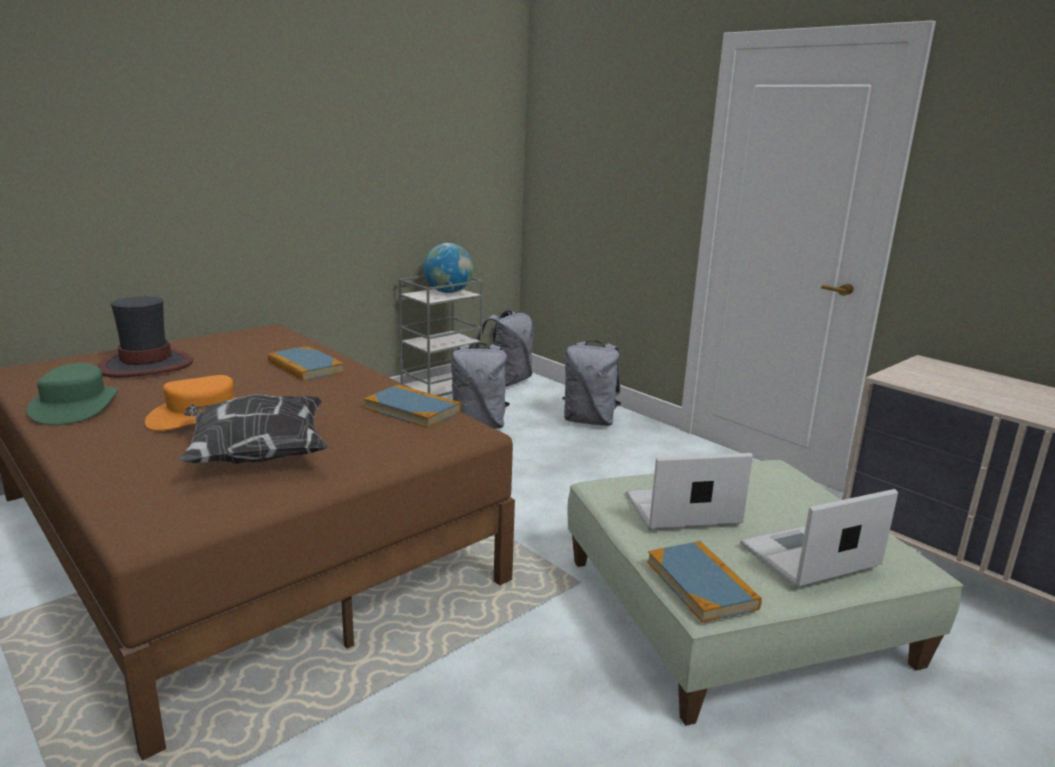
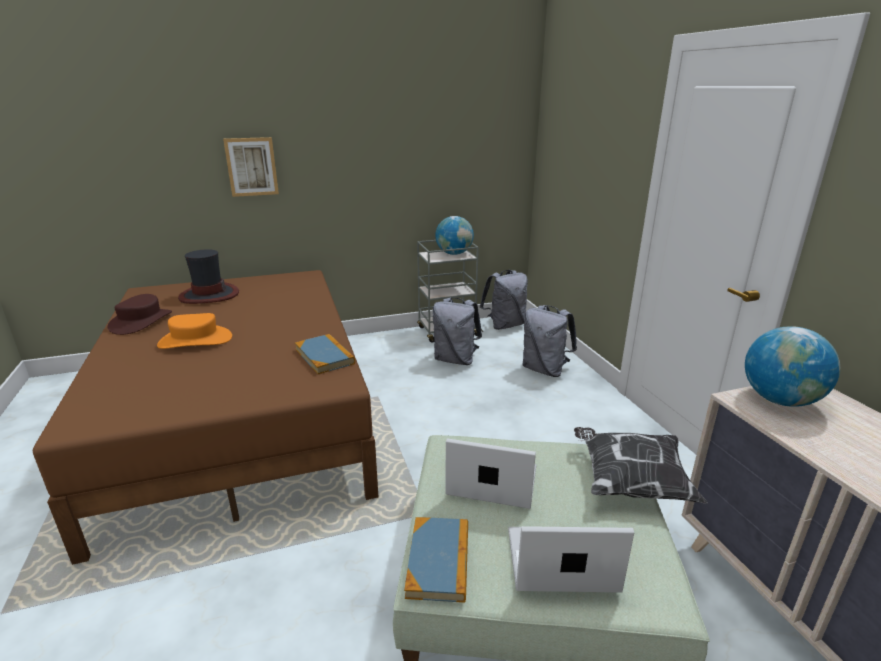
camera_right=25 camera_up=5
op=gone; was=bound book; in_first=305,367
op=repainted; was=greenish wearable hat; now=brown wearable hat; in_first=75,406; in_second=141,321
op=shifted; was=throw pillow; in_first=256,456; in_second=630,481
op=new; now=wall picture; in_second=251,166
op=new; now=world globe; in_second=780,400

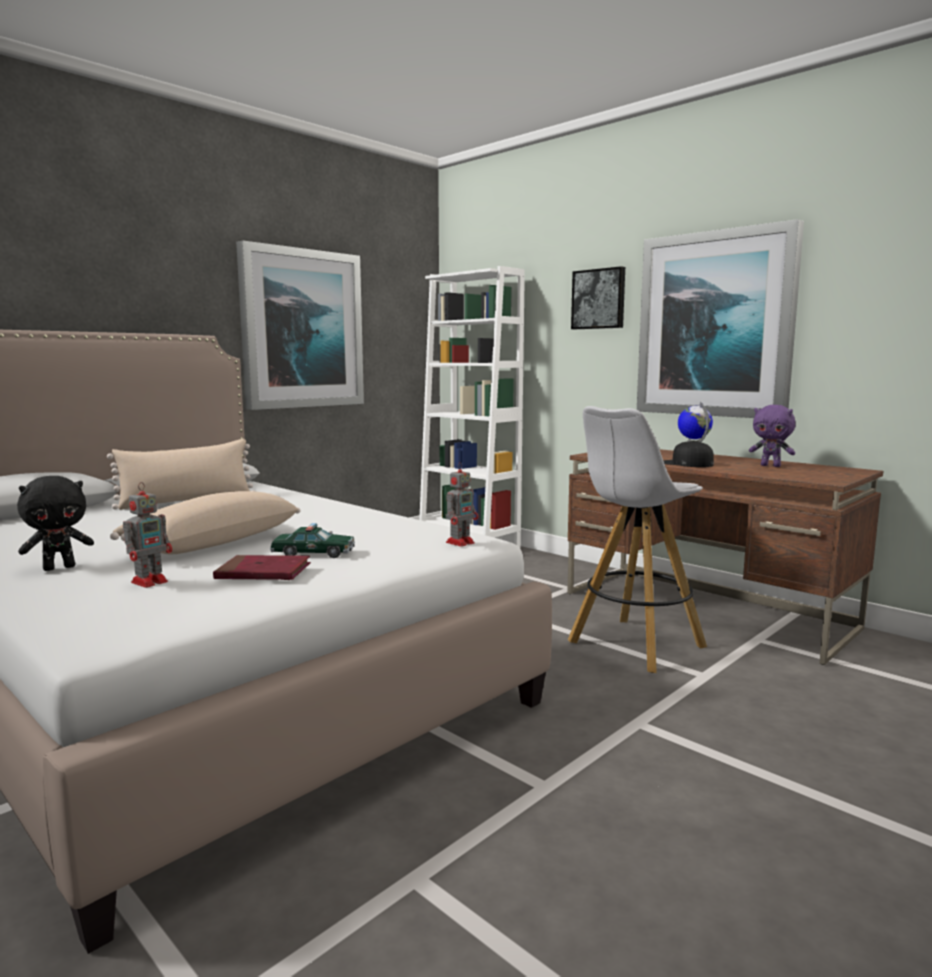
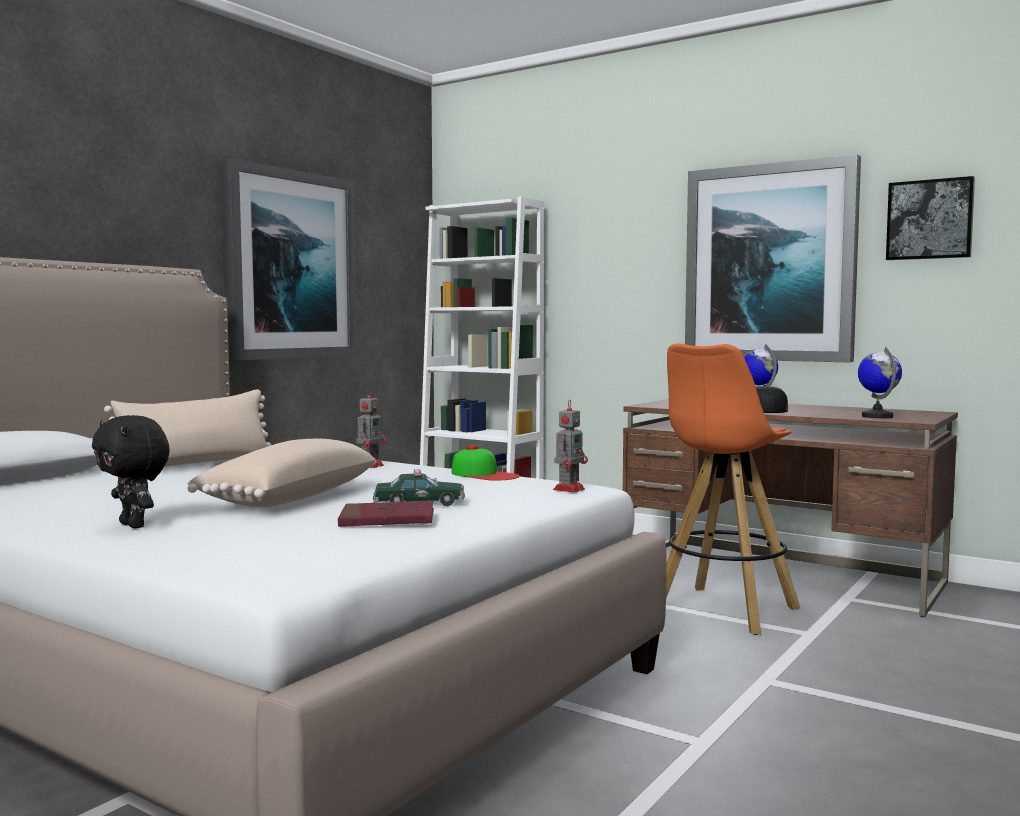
camera_right=-10 camera_up=-5
op=shifted; was=wall picture; in_first=599,299; in_second=930,219
op=gone; was=purple-coloured plush toy; in_first=771,466
op=repainted; was=white-coloured sitting stool; now=orange-coloured sitting stool; in_first=634,645; in_second=723,611
op=rotated; was=black plush toy; in_first=59,567; in_second=134,525; clockwise=90
op=shifted; was=toy robot; in_first=151,581; in_second=370,465
op=new; now=world globe; in_second=877,416
op=new; now=peaked cap; in_second=484,474

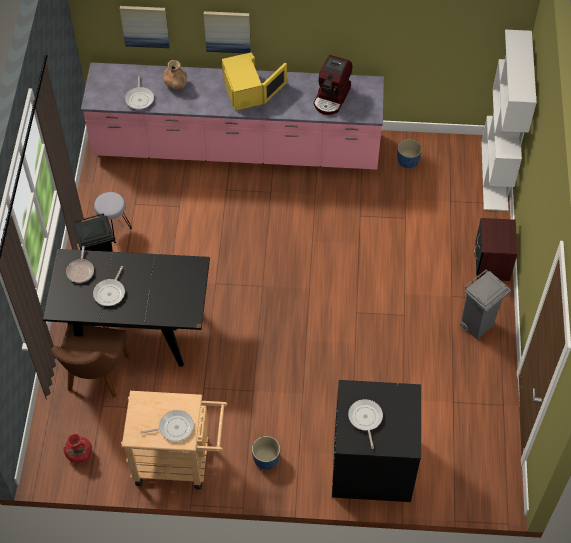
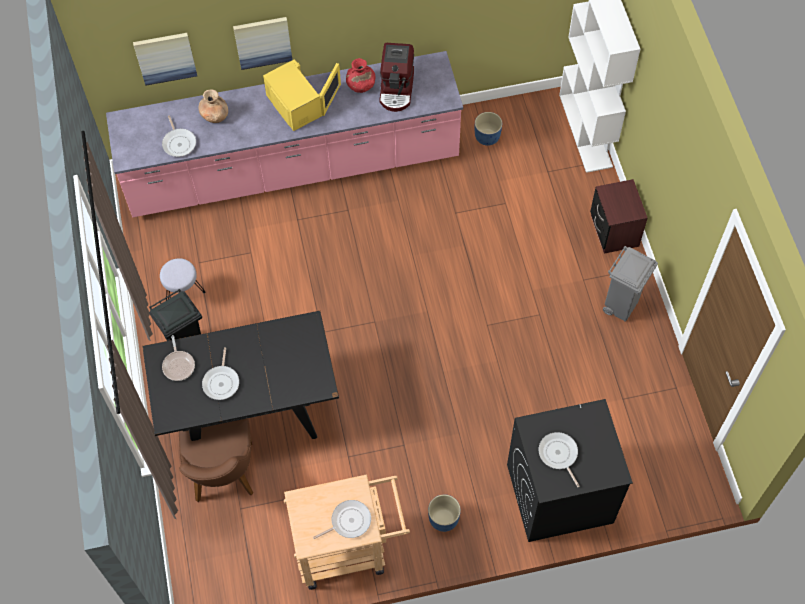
camera_right=-15 camera_up=5
op=shifted; was=red-coloured flower vase; in_first=79,454; in_second=361,86

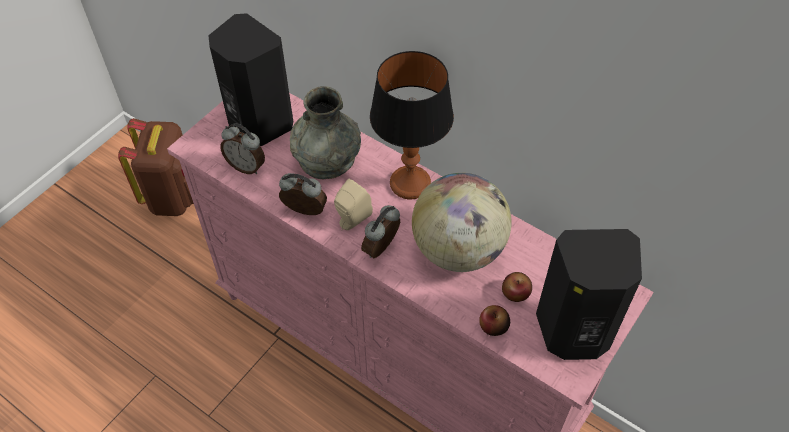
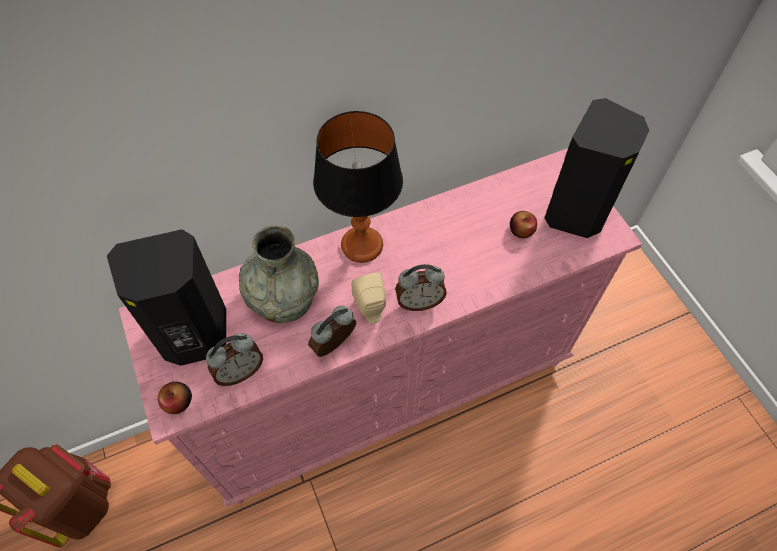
camera_right=-60 camera_up=5
op=gone; was=world globe; in_first=458,249
op=rotated; was=table clock; in_first=382,249; in_second=419,302; clockwise=-75
op=shifted; was=whole apple; in_first=493,326; in_second=178,402

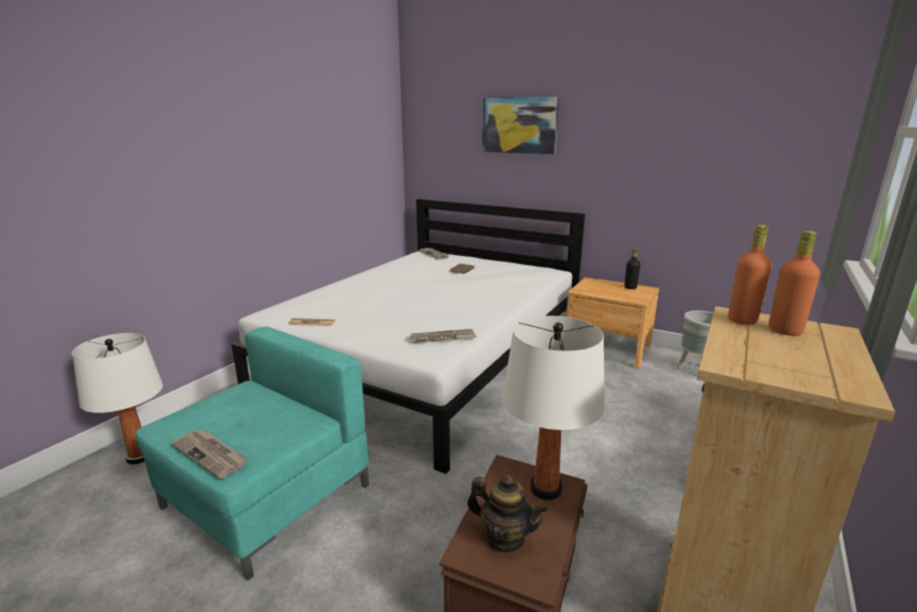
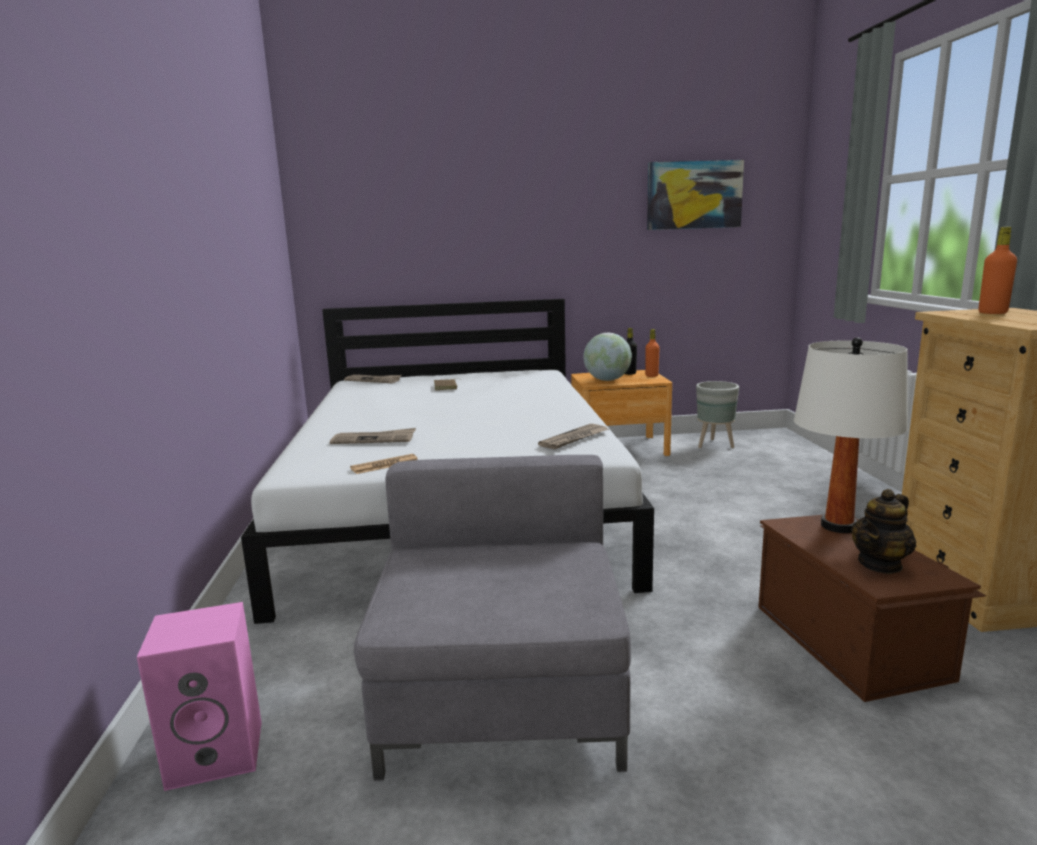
camera_right=-35 camera_up=-5
op=shifted; was=wall picture; in_first=519,125; in_second=694,195
op=shifted; was=orange-coloured beverage bottle; in_first=742,320; in_second=651,375
op=repainted; was=turquoise lounge chair; now=gray lounge chair; in_first=265,497; in_second=500,698
op=swapped; was=white-coloured table lamp; now=pinkish audio speaker; in_first=139,457; in_second=218,752
op=shifted; was=printed paper; in_first=211,454; in_second=374,439
op=rotated; was=teapot; in_first=505,538; in_second=880,564; clockwise=150
op=new; now=world globe; in_second=607,380

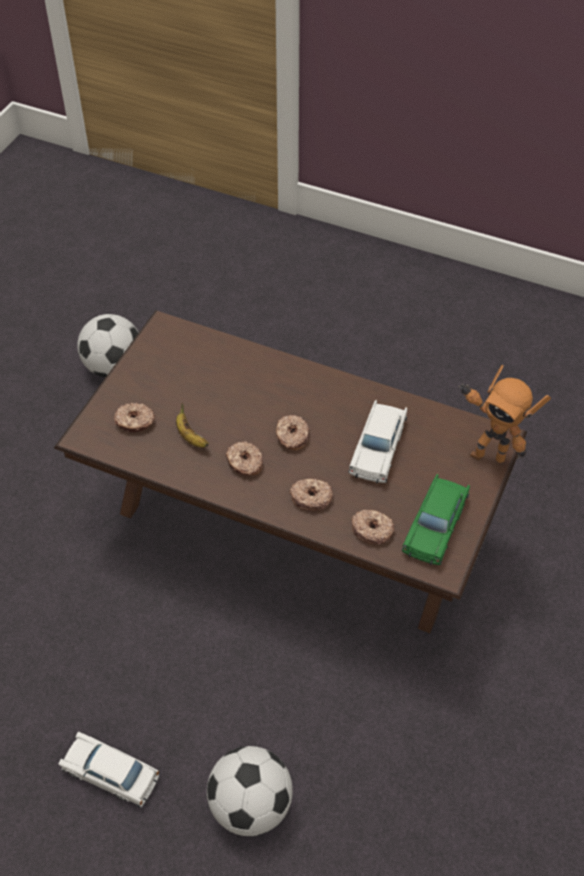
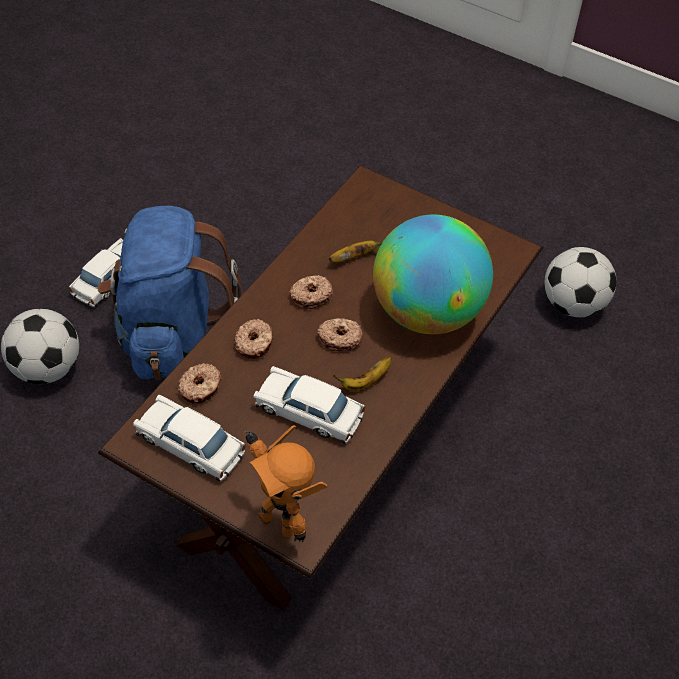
camera_right=95 camera_up=0
op=rotated; was=toy robot; in_first=488,454; in_second=279,520; clockwise=-75
op=gone; was=doughnut; in_first=135,422
op=repainted; was=greenish model car; now=white-coloured model car; in_first=436,526; in_second=190,445
op=new; now=blue knapsack; in_second=171,335
op=new; now=world globe; in_second=427,313
op=new; now=banana; in_second=365,382

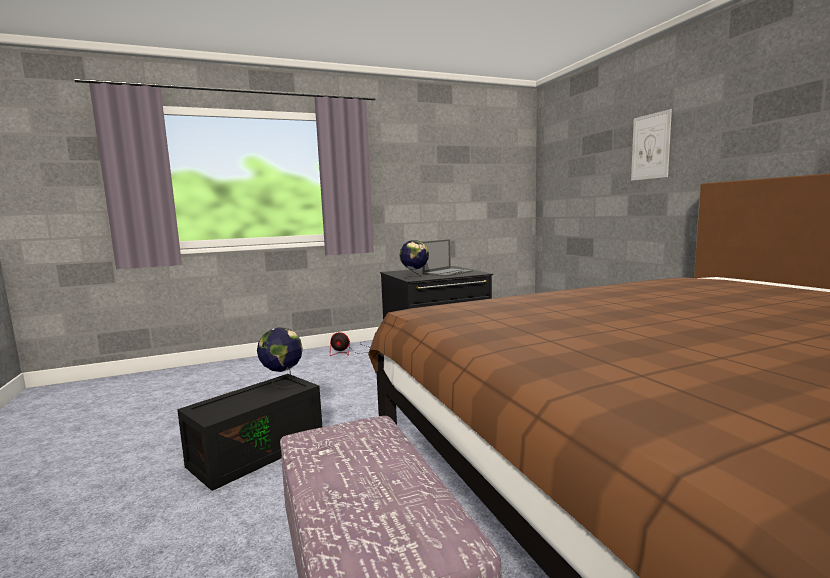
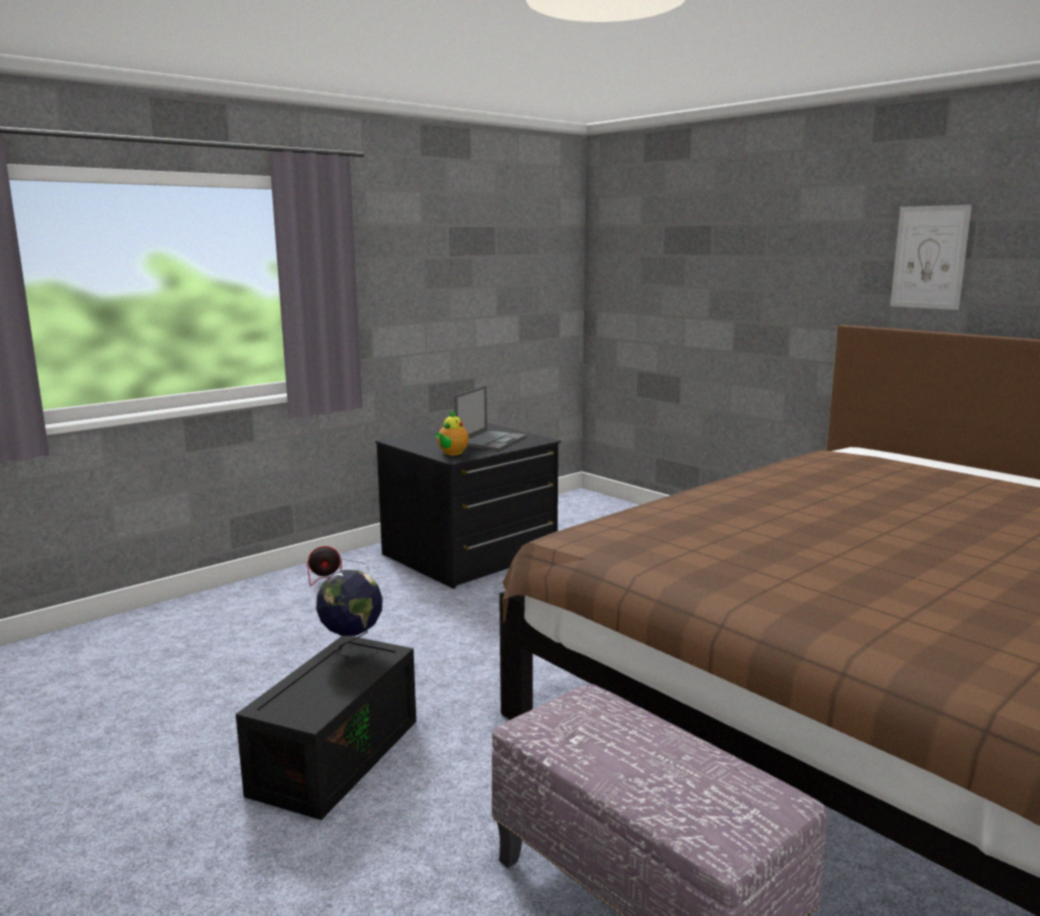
camera_right=-20 camera_up=5
op=shifted; was=wall picture; in_first=650,146; in_second=929,257
op=swapped; was=world globe; now=teapot; in_first=415,277; in_second=452,453

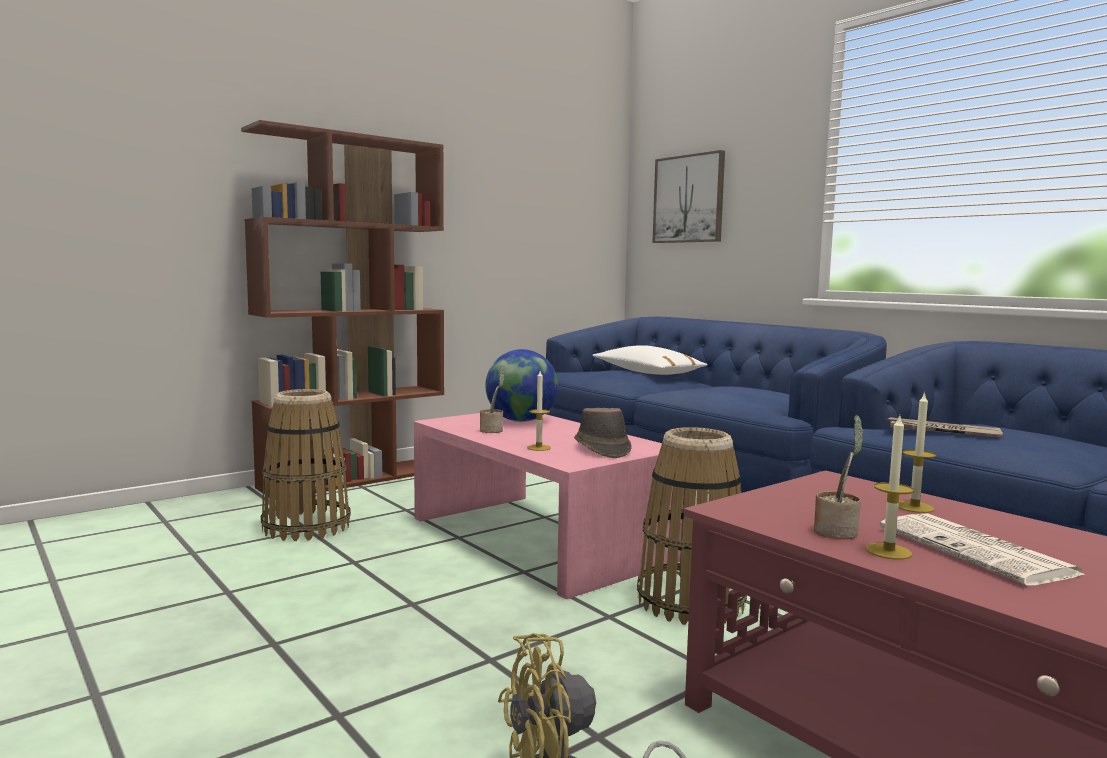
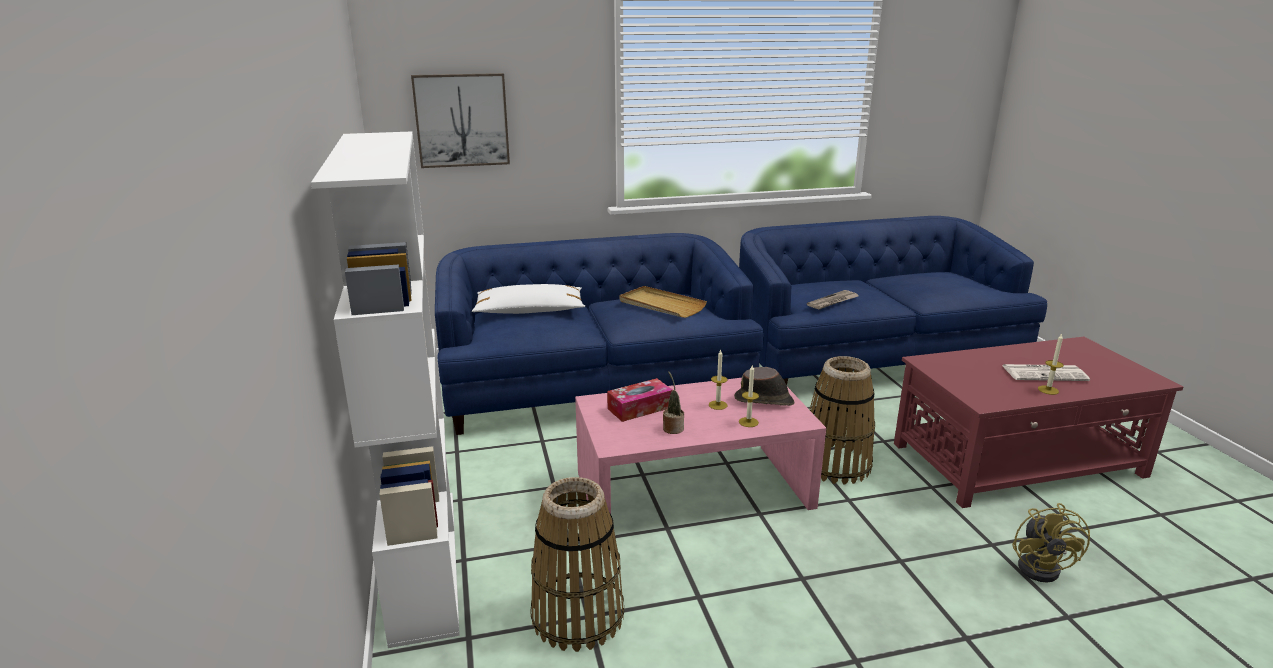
camera_right=-65 camera_up=15
op=repainted; was=brown bookshelf; now=white-coloured bookshelf; in_first=354,478; in_second=423,561
op=swapped; was=world globe; now=tissue holder; in_first=521,421; in_second=640,408
op=shifted; was=wax light; in_first=914,507; in_second=718,405
op=gone; was=plant in a pot; in_first=837,531
op=new; now=beige serving tray; in_second=661,305

